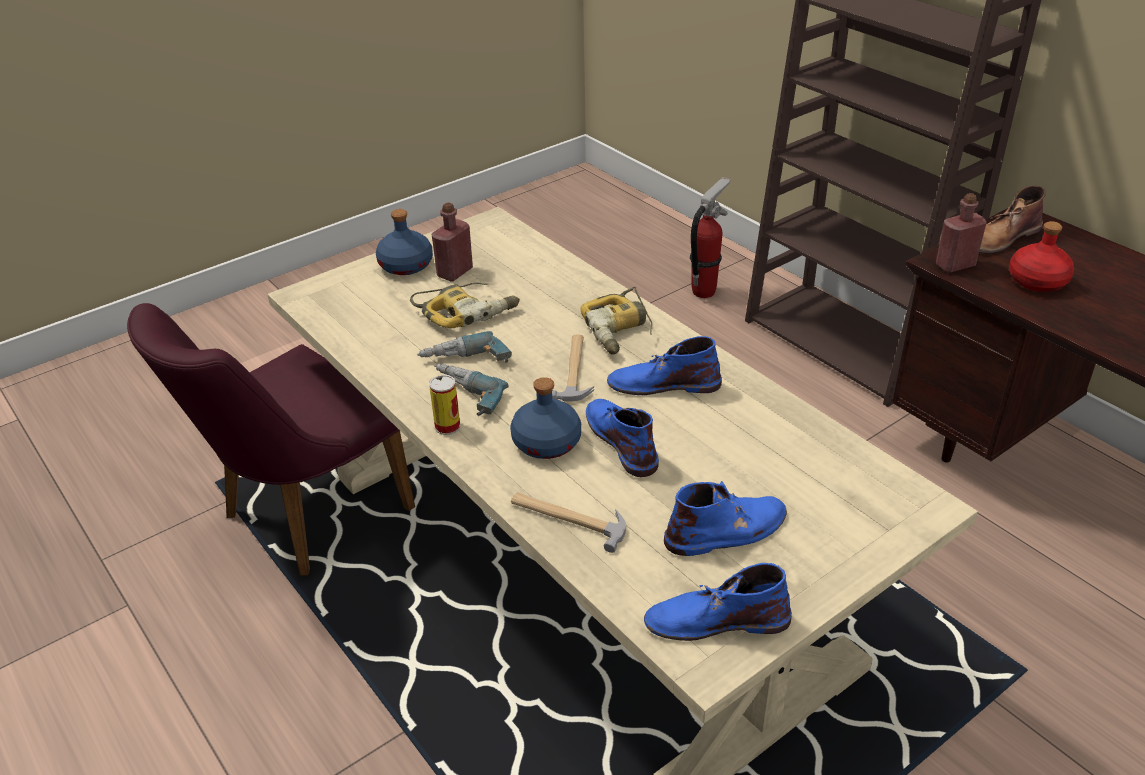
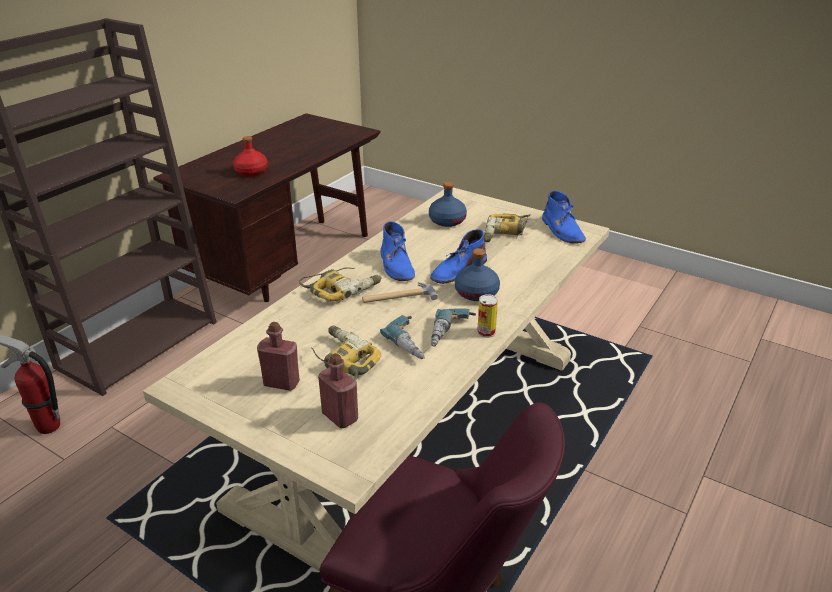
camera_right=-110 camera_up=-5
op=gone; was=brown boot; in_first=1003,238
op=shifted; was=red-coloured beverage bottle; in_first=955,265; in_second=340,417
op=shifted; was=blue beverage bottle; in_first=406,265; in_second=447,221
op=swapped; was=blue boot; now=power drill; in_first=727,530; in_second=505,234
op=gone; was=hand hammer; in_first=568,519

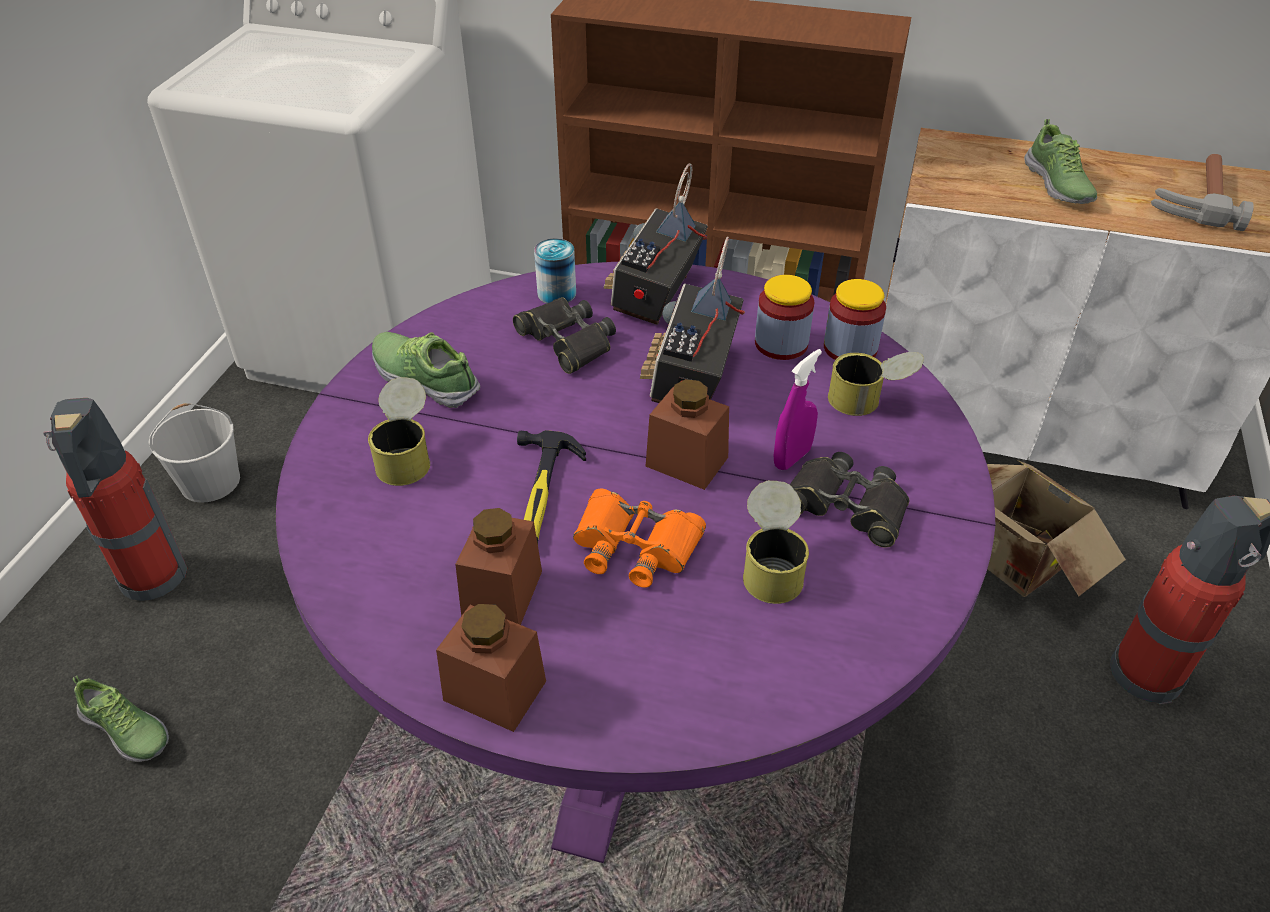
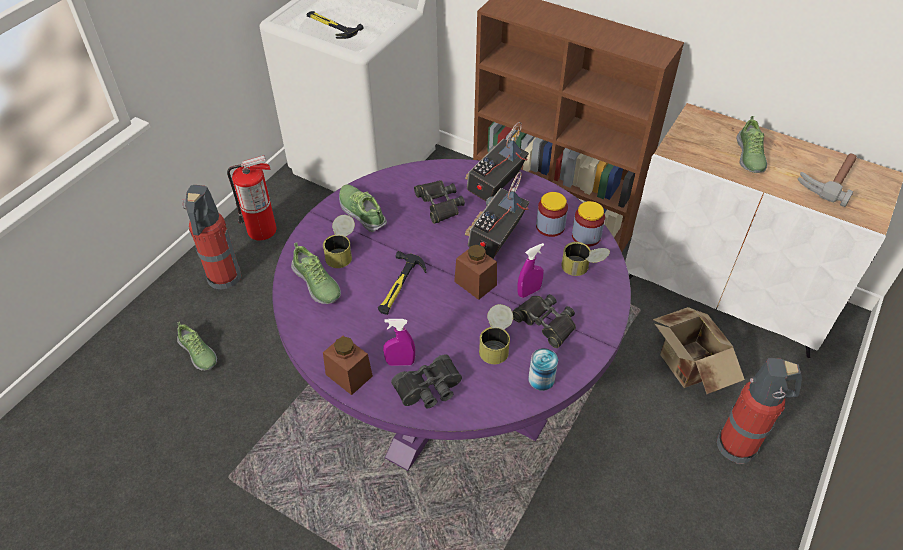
camera_right=15 camera_up=5
op=shifted; was=sealed can; in_first=556,293; in_second=541,379
op=swapped; was=white-coloured pail; now=fire extinguisher; in_first=211,481; in_second=262,230
op=gone; was=orange-coloured binoculars; in_first=635,546
op=gone; was=brown preserve jar; in_first=502,594
op=new; now=hand hammer; in_second=331,26
op=new; now=shoe; in_second=317,284
op=new; now=purple-coloured spray bottle; in_second=400,362
op=new; now=black binoculars; in_second=430,390

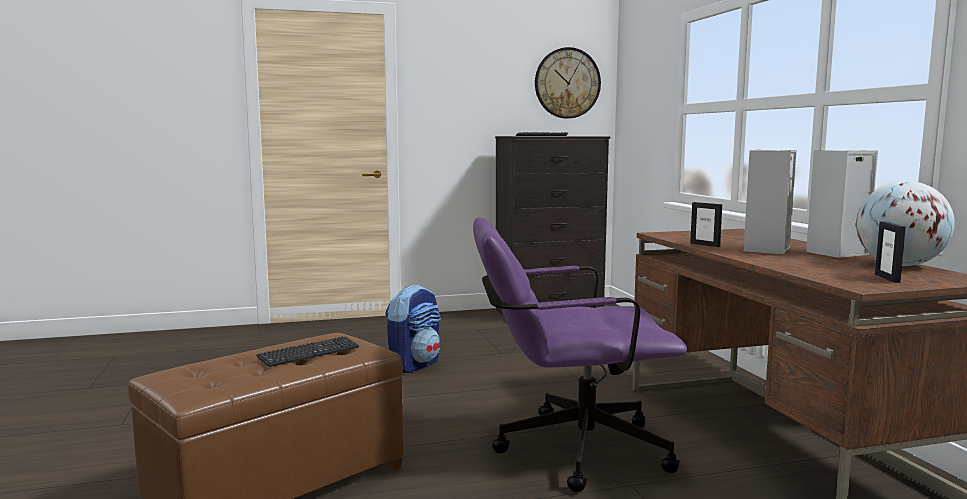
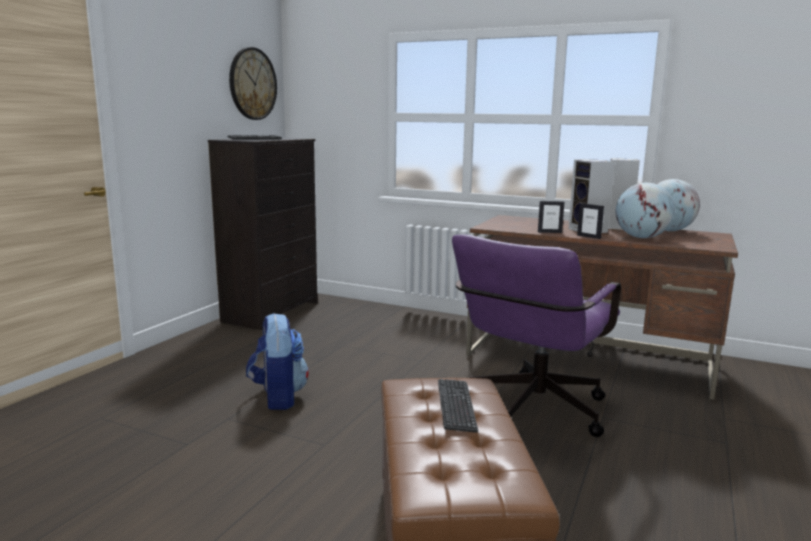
camera_right=-50 camera_up=5
op=shifted; was=photo frame; in_first=887,278; in_second=589,237
op=new; now=world globe; in_second=641,237

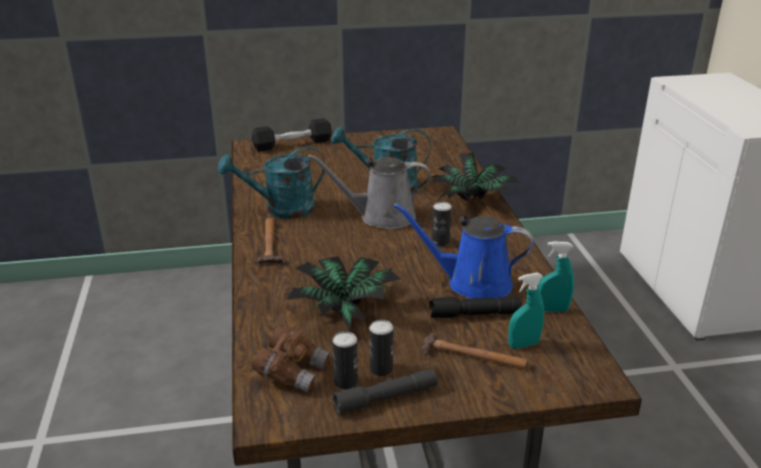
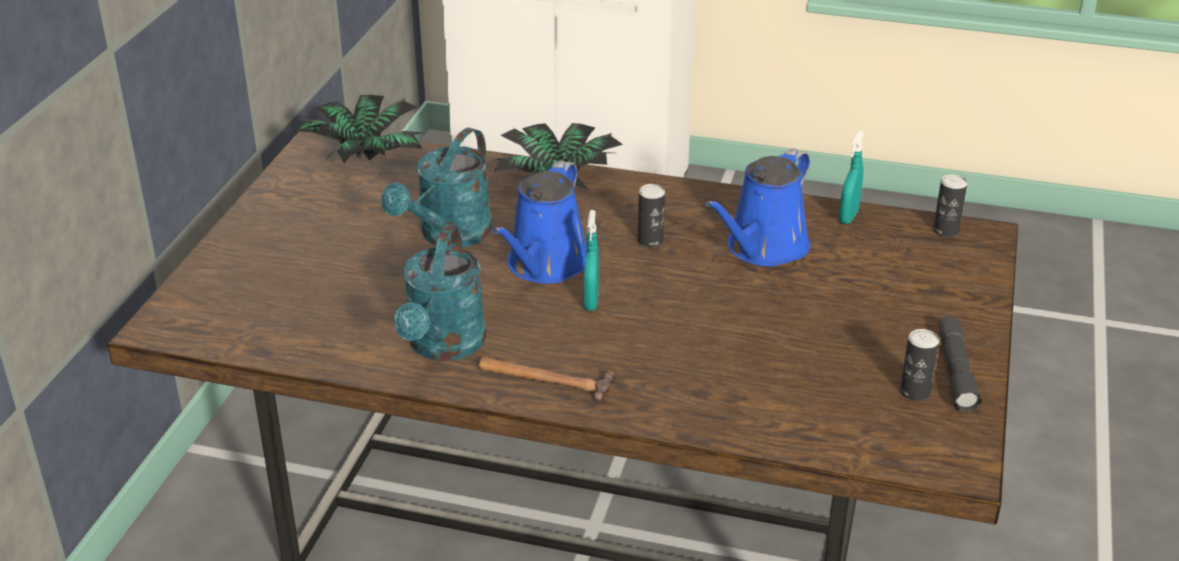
camera_right=-65 camera_up=5
op=gone; was=black dumbbell; in_first=292,144
op=repainted; was=gray watering can; now=blue watering can; in_first=381,217; in_second=545,266
op=shifted; was=plant in a pot; in_first=346,310; in_second=362,156
op=shifted; was=turquoise spray bottle; in_first=523,344; in_second=591,301
op=gone; was=black flashlight; in_first=474,315
op=shifted; was=sealed can; in_first=381,369; in_second=946,231
op=gone; was=brown binoculars; in_first=292,372
op=gone; was=hand hammer; in_first=474,356

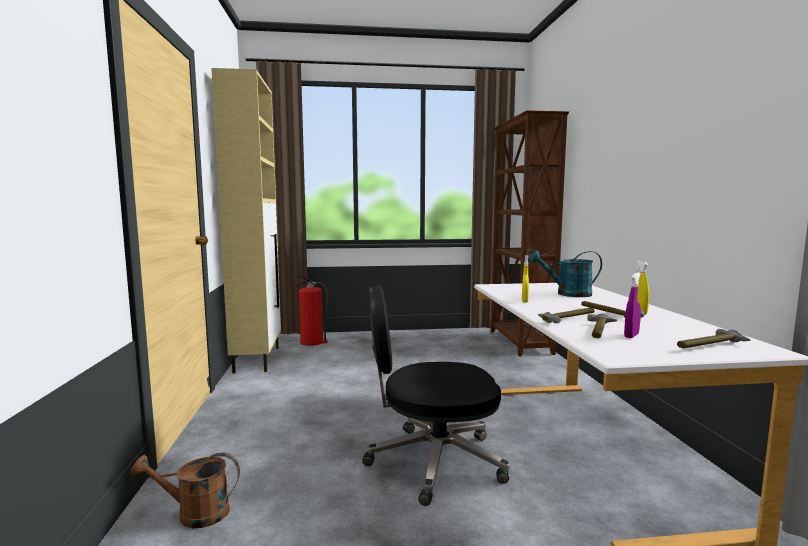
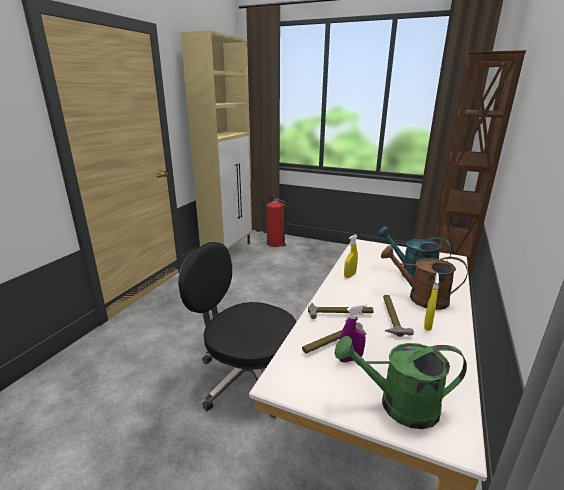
camera_right=30 camera_up=15
op=swapped; was=hand hammer; now=greenish watering can; in_first=709,346; in_second=398,405
op=shifted; was=brown watering can; in_first=194,513; in_second=420,298

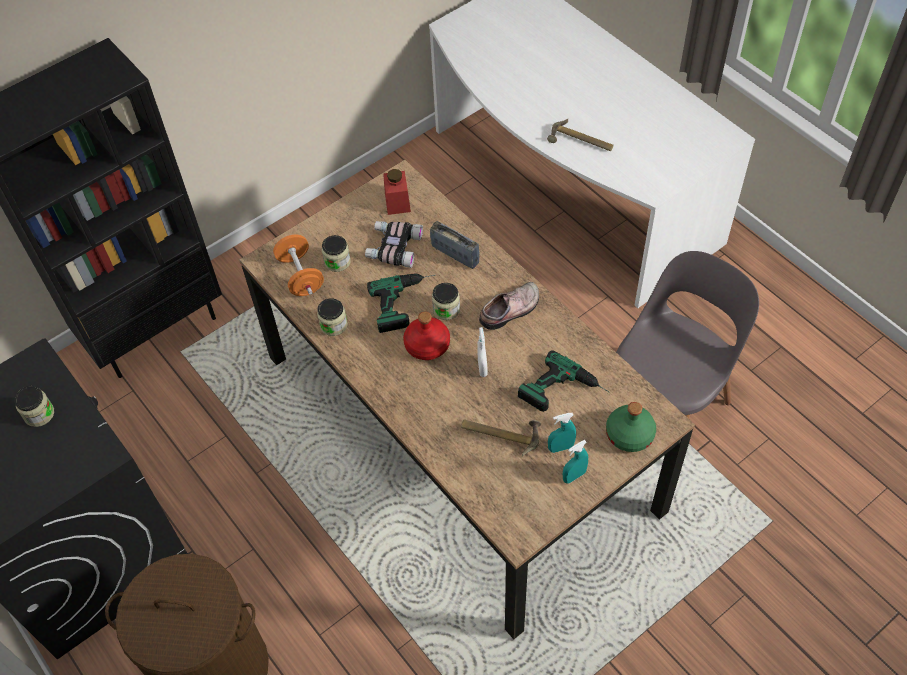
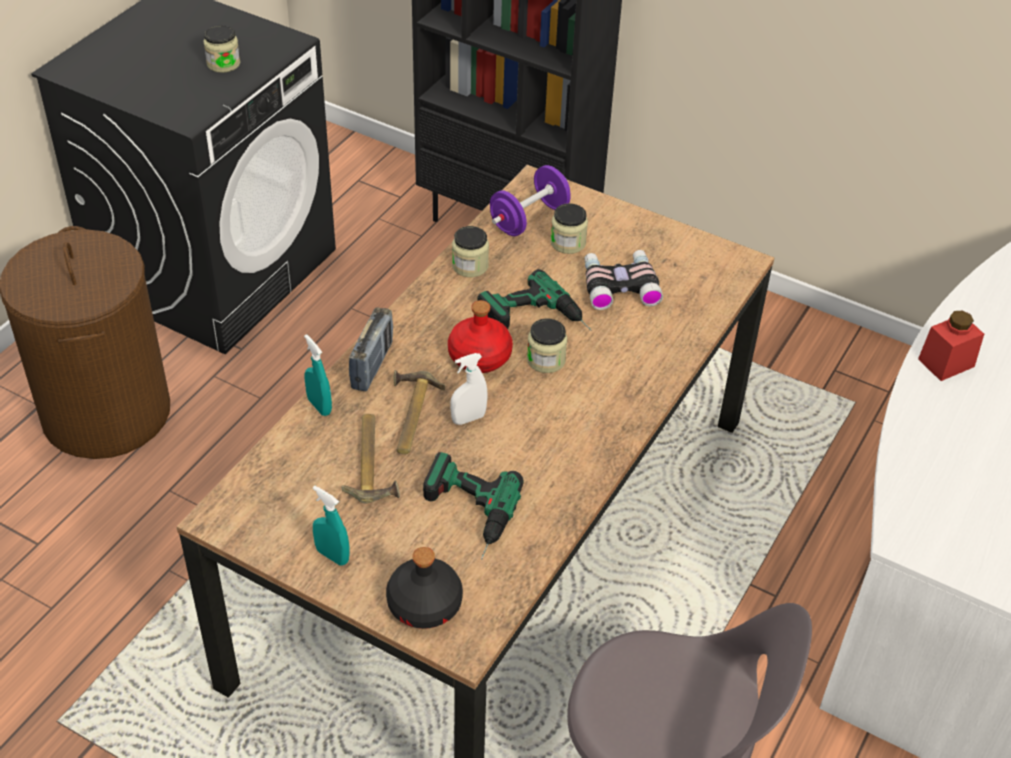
camera_right=65 camera_up=-10
op=shifted; was=hand hammer; in_first=580,142; in_second=409,416
op=shifted; was=red-coloured preserve jar; in_first=397,202; in_second=946,363
op=shifted; was=radio set; in_first=455,255; in_second=372,365
op=repainted; was=orange-coloured dumbbell; now=purple-coloured dumbbell; in_first=301,276; in_second=529,219
op=gone; was=shoe; in_first=511,311
op=repainted; was=greenish beverage bottle; now=black beverage bottle; in_first=630,434; in_second=425,605
op=shifted; was=turquoise spray bottle; in_first=560,447; in_second=319,406

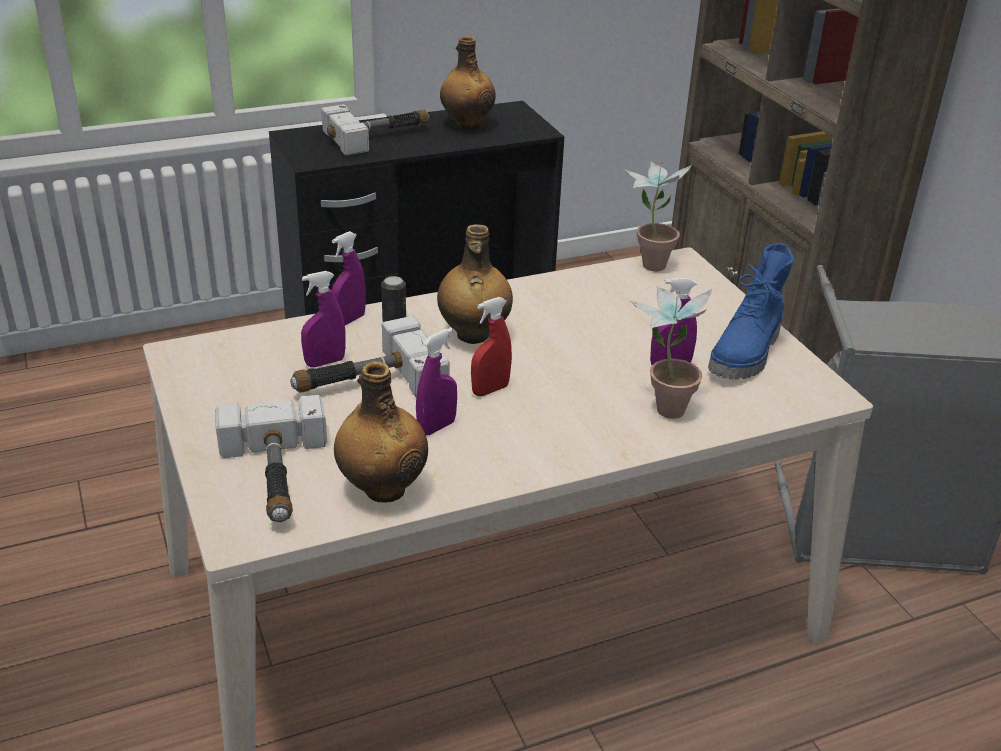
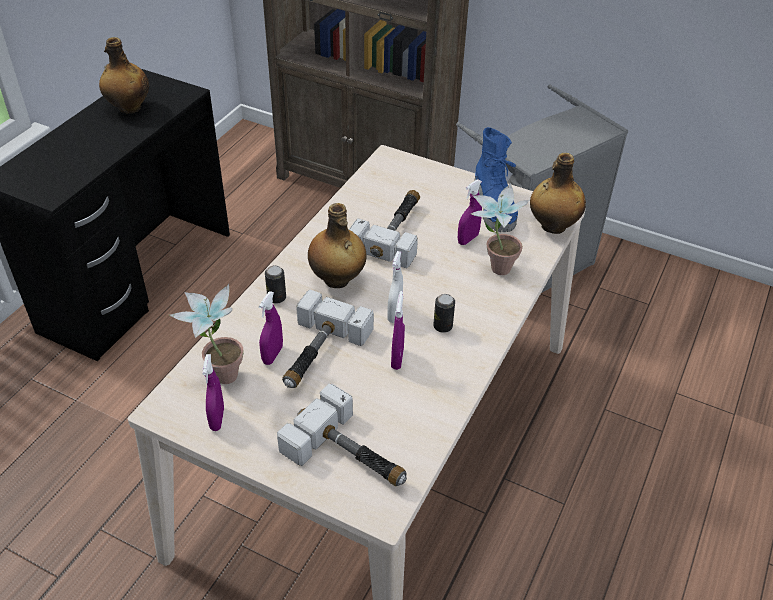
camera_right=-40 camera_up=10
op=shifted; was=hand hammer; in_first=380,136; in_second=395,231
op=shifted; was=plant in a pot; in_first=649,261; in_second=219,372
op=shifted; was=purple-coloured spray bottle; in_first=349,320; in_second=217,419
op=repainted; was=red-coloured spray bottle; now=white-coloured spray bottle; in_first=490,390; in_second=394,314
op=shifted; was=beverage bottle; in_first=382,488; in_second=552,226
op=new; now=sealed can; in_second=442,326

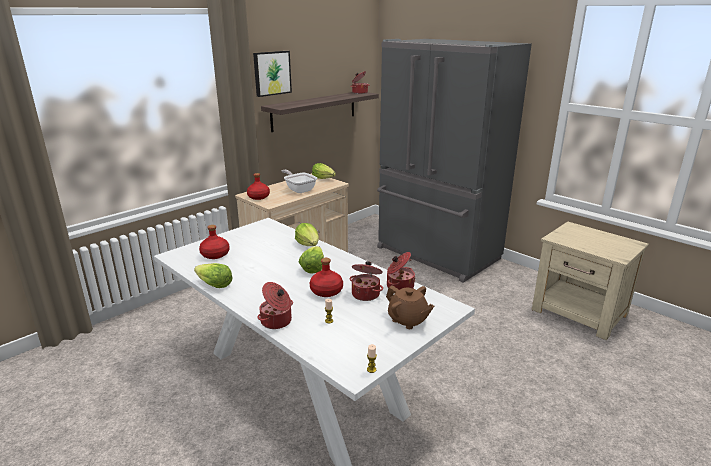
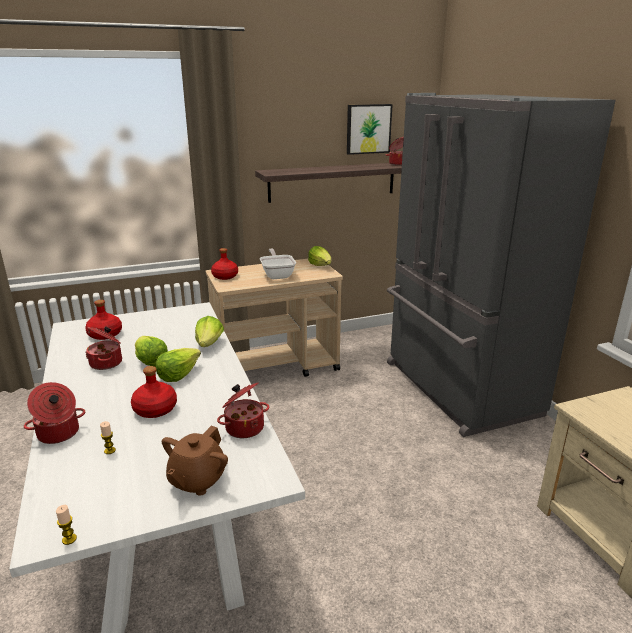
camera_right=25 camera_up=0
op=shifted; was=wall picture; in_first=271,73; in_second=368,129
op=shifted; was=cooking pot; in_first=366,294; in_second=107,363
op=shifted; was=head of lettuce; in_first=214,285; in_second=150,361
op=rotated; was=brown teapot; in_first=408,320; in_second=197,480; clockwise=45

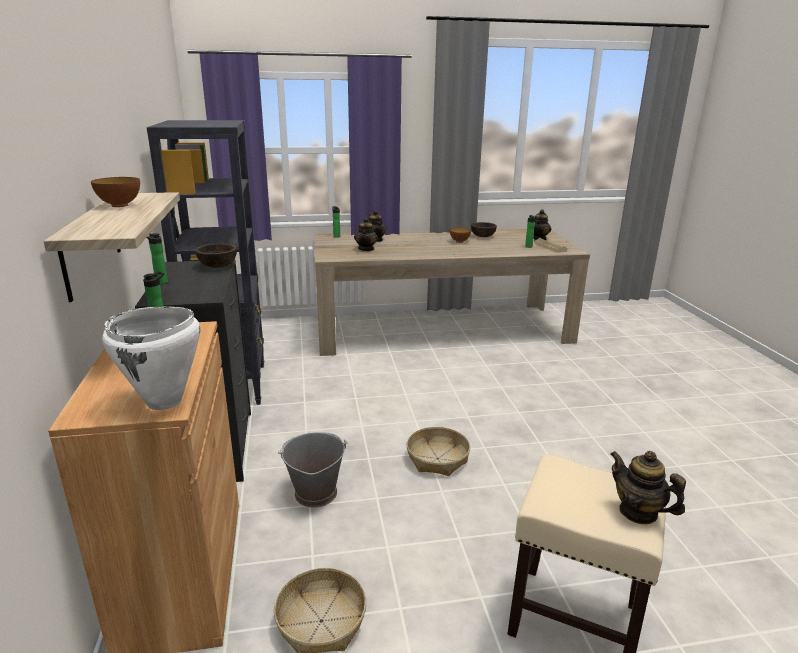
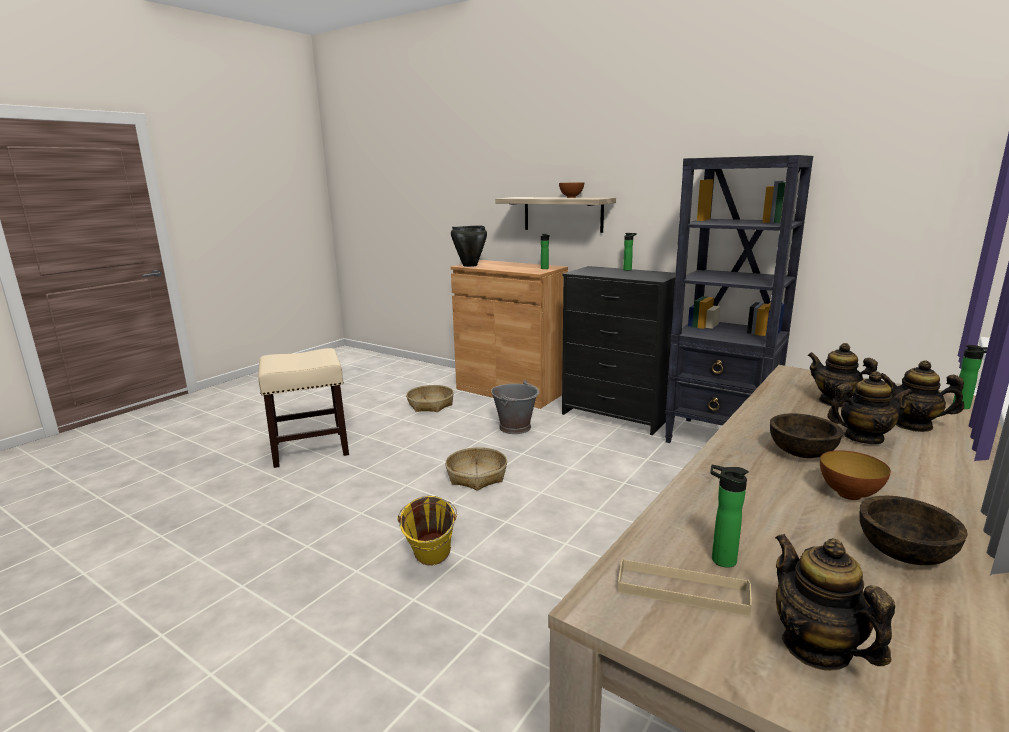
camera_right=135 camera_up=-5
op=shifted; was=brown bowl; in_first=218,266; in_second=801,453
op=repainted; was=white-coloured cooking pot; now=black cooking pot; in_first=164,402; in_second=469,265
op=shifted; was=teapot; in_first=638,512; in_second=863,438
op=new; now=yellowish pail; in_second=430,564

